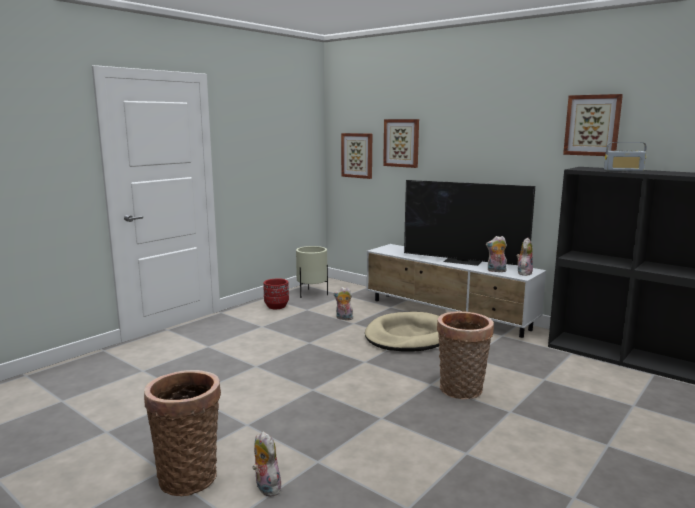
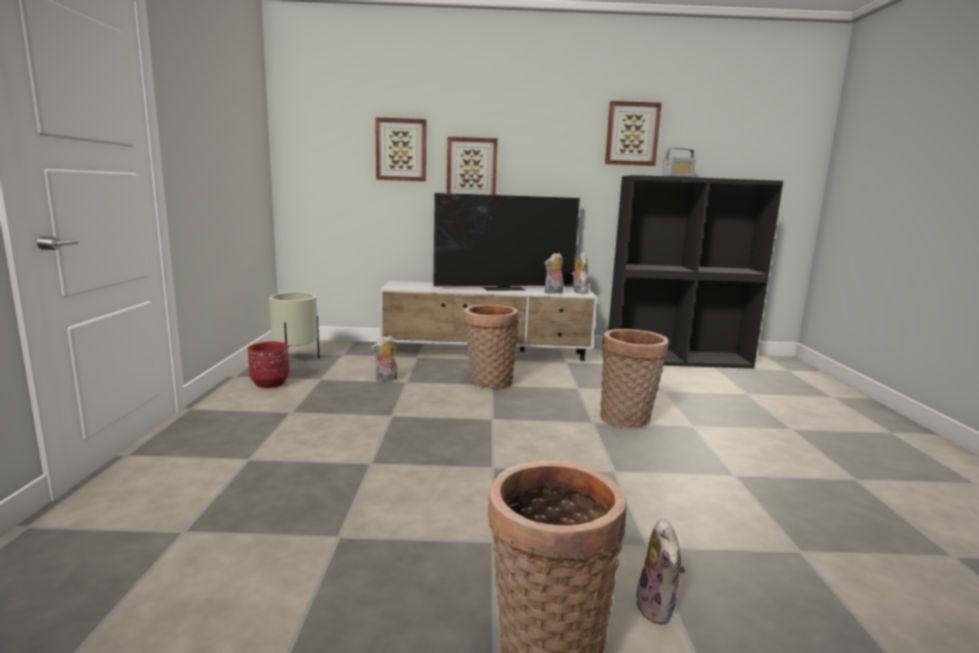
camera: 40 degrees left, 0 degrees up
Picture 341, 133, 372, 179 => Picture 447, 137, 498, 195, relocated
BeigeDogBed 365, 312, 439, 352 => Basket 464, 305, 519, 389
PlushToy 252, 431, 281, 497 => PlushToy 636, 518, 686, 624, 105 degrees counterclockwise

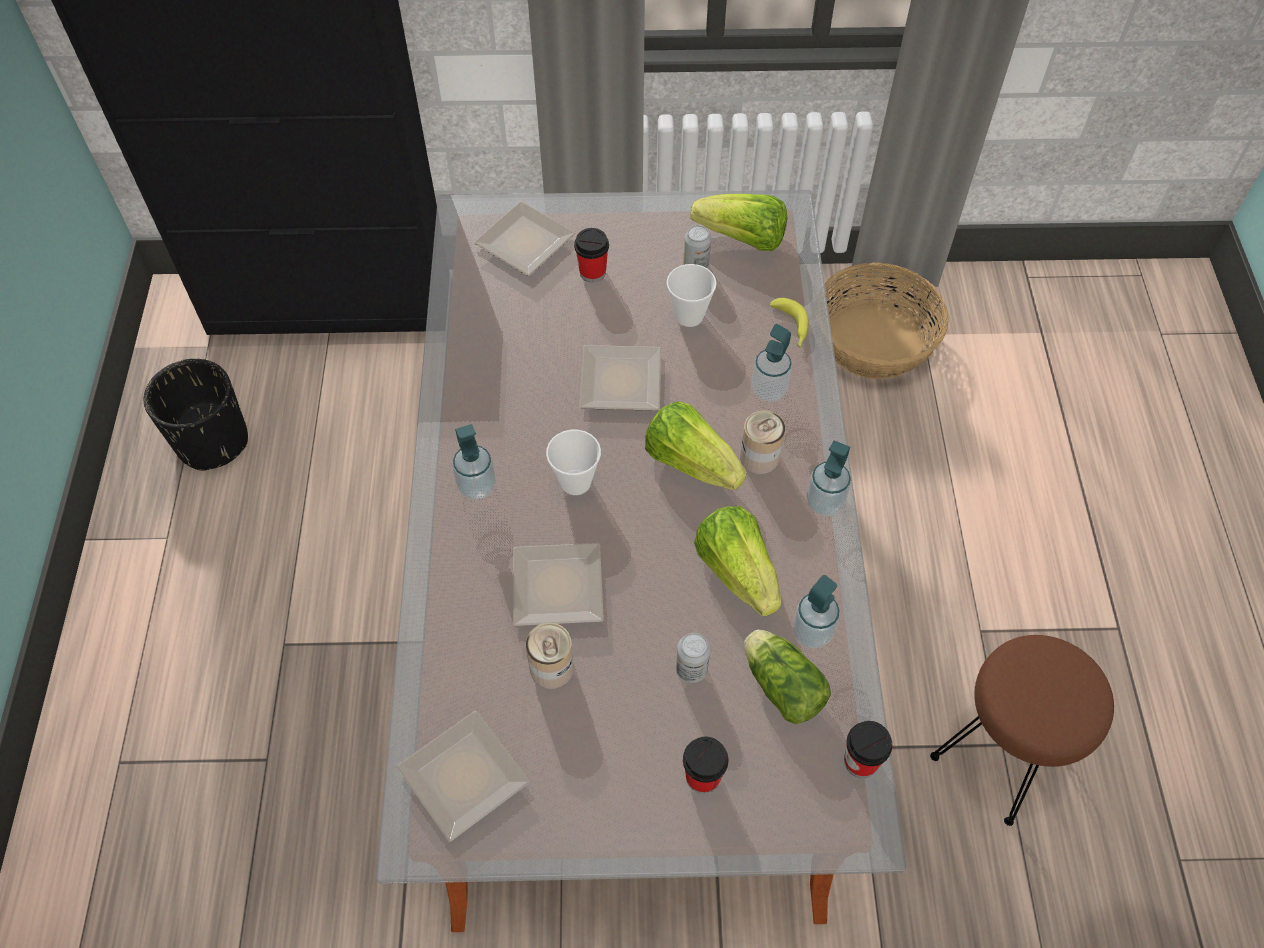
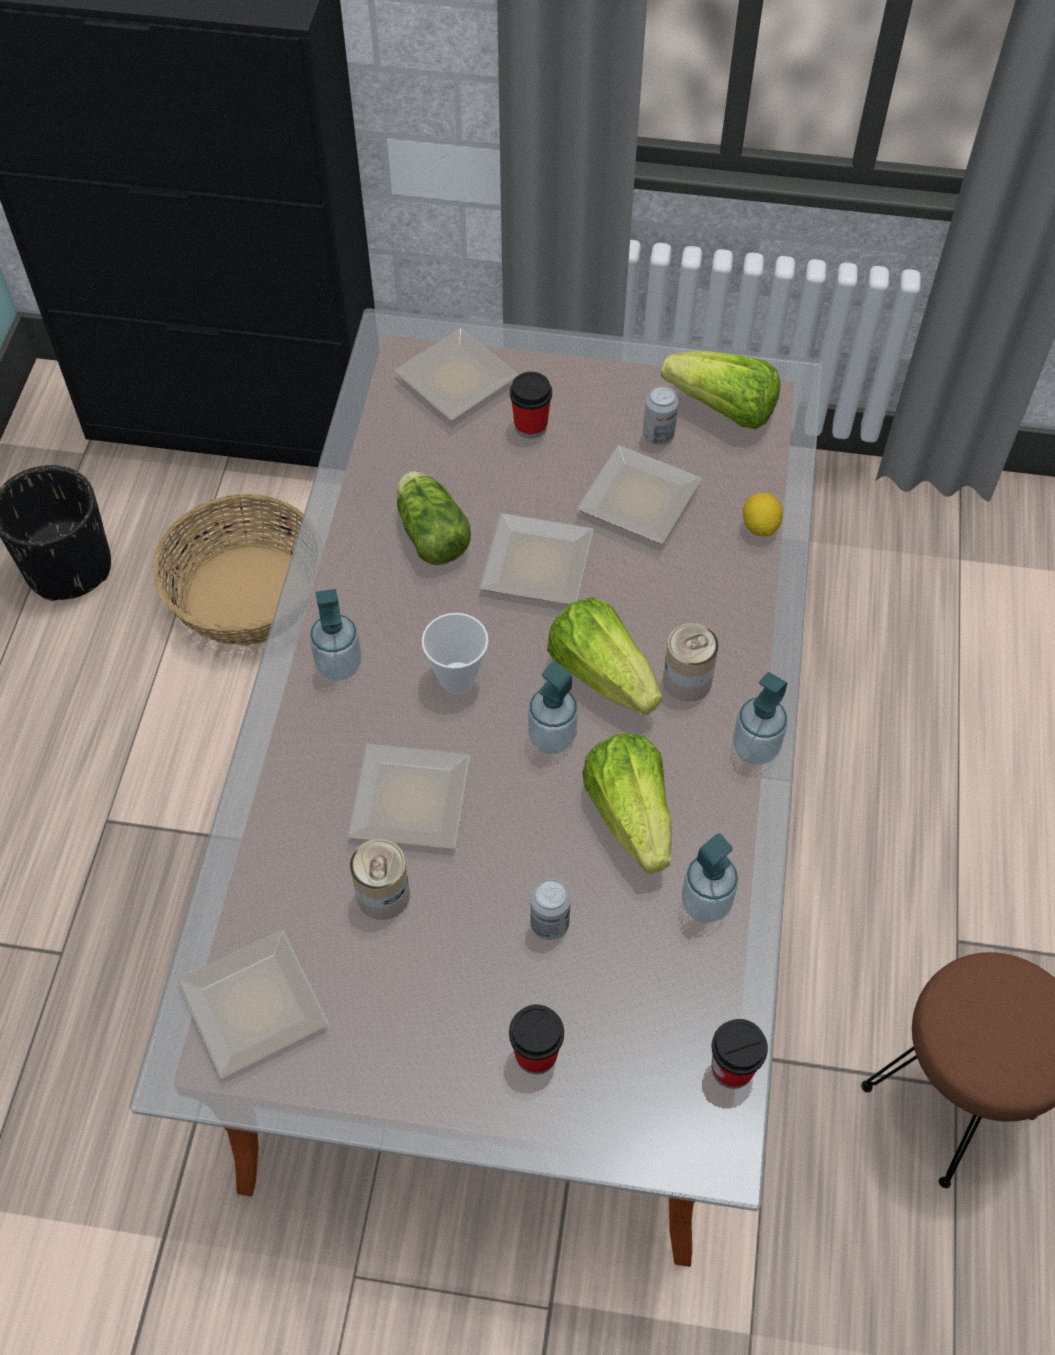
camera: 10 degrees right, 0 degrees up
Basket 825, 263, 949, 379 => Basket 153, 494, 304, 646, relocated
Cup 667, 264, 717, 327 => Plate 577, 445, 702, 544
Banana 770, 298, 809, 348 => Lemon 743, 493, 783, 536
SoapDispenser 751, 324, 792, 402 => SoapDispenser 528, 661, 578, 754, relocated
Lettuce 744, 630, 831, 724 => Lettuce 397, 471, 471, 565, relocated

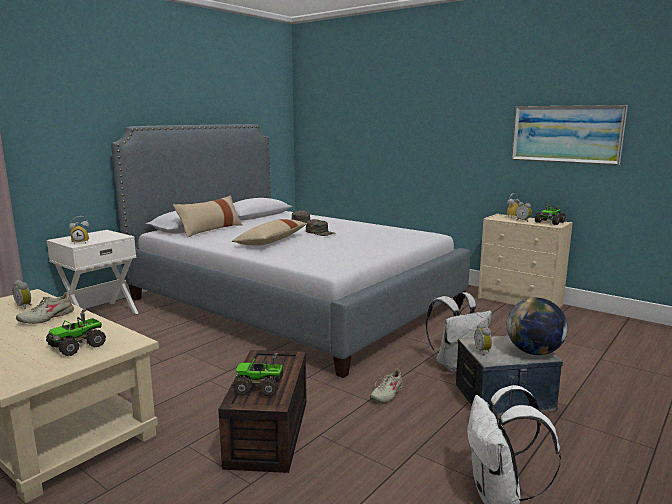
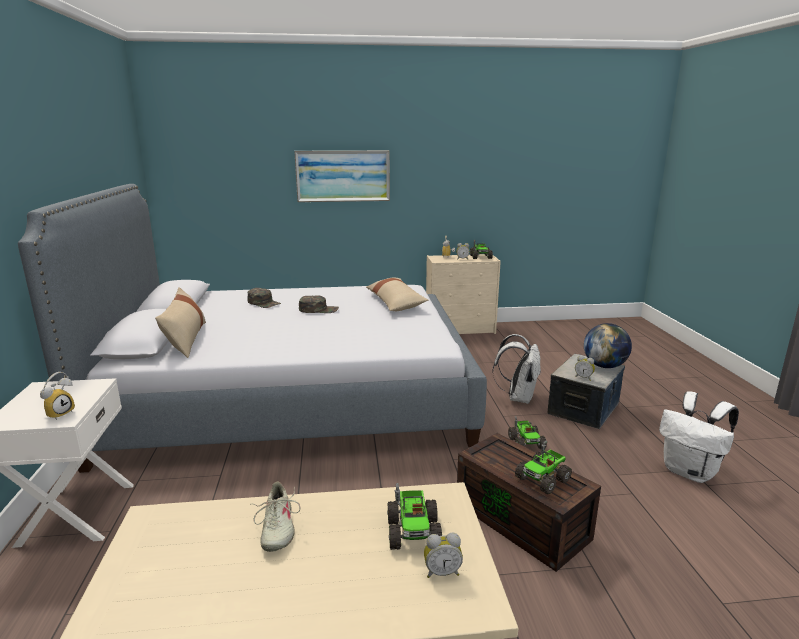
camera: 45 degrees left, 5 degrees up
Picture 511, 105, 628, 165 => Picture 294, 150, 390, 202, relocated
BeigePillow 232, 219, 308, 245 => BeigePillow 366, 278, 428, 311, relocated
AlarmClock 13, 280, 32, 309 => AlarmClock 424, 533, 463, 578, relocated
BeigeShoe 370, 369, 406, 402 => ToyTruck 508, 416, 547, 449

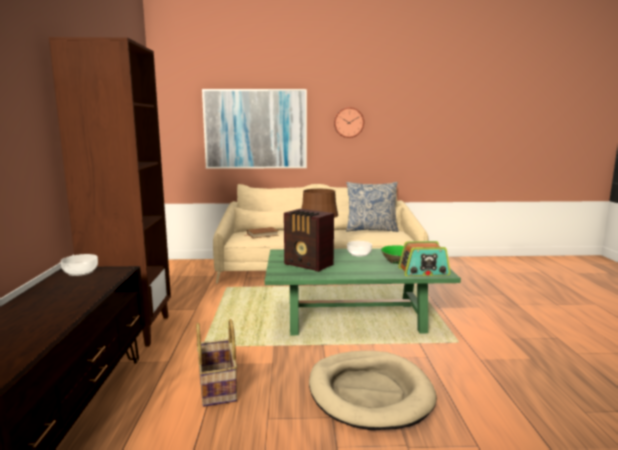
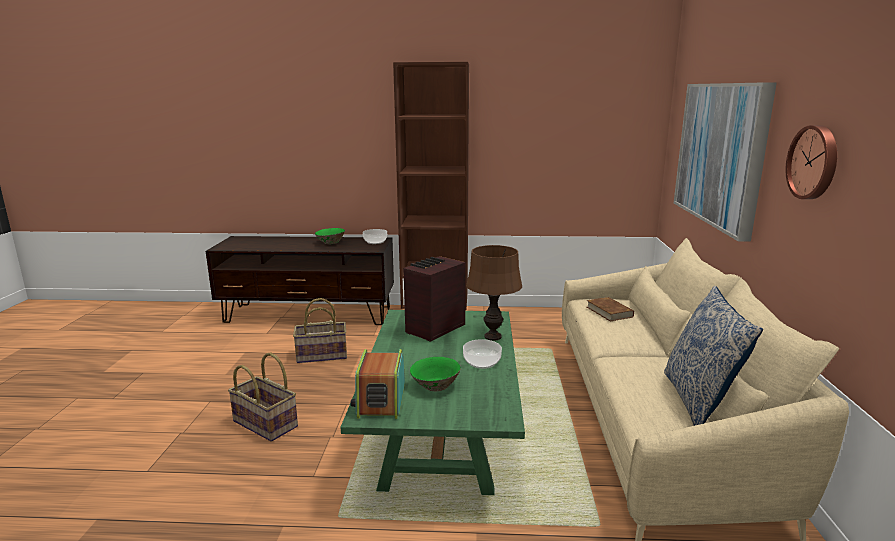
camera: 95 degrees right, 5 degrees up
BeigeDogBed 309, 351, 437, 430 => Basket 228, 353, 298, 442
nothing => GreenBowl 315, 228, 345, 244

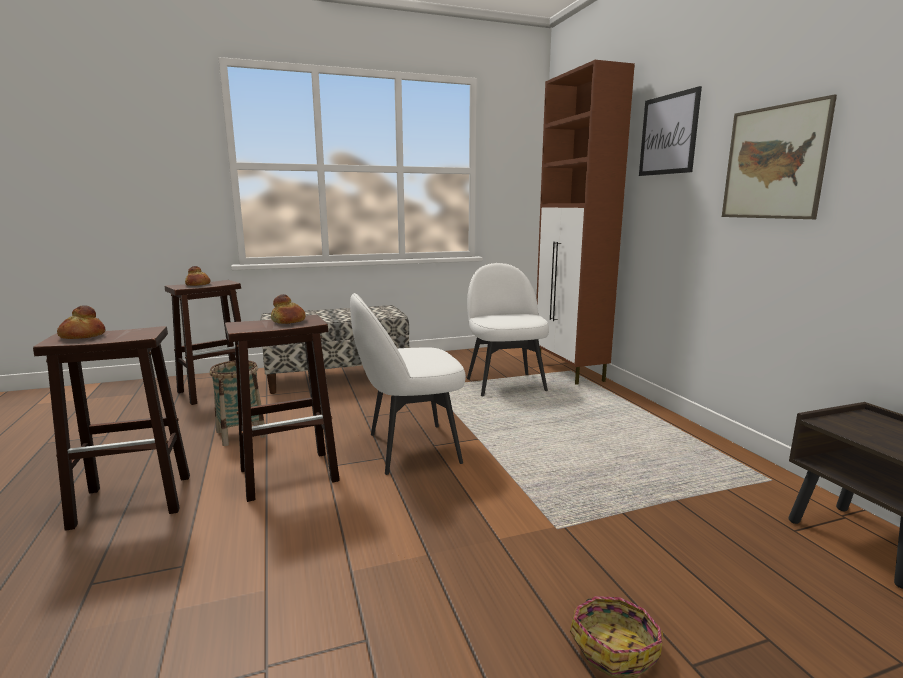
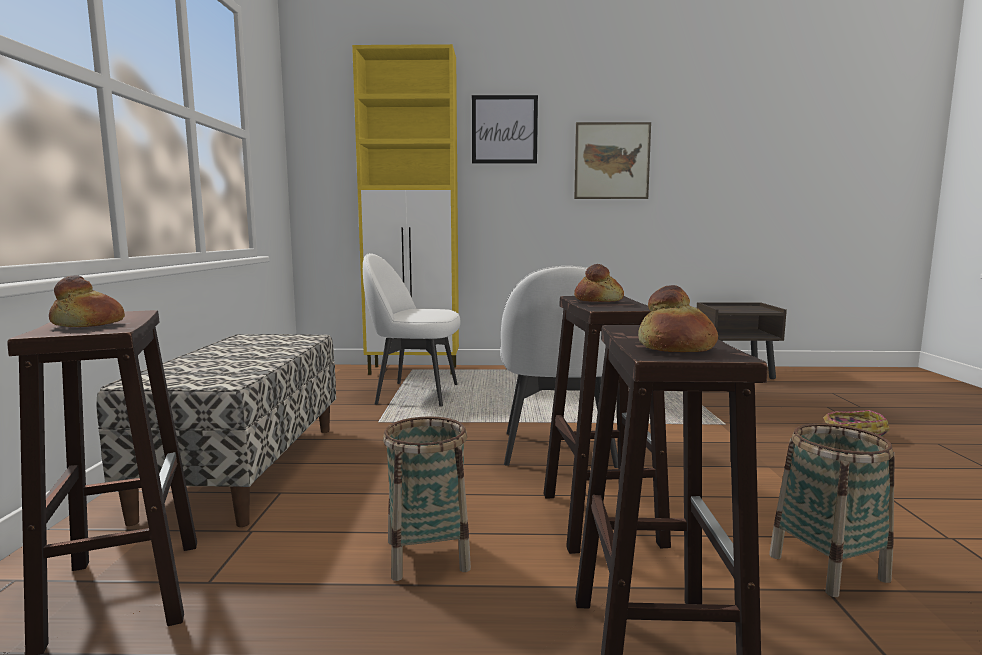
camera: 70 degrees left, 5 degrees down
BrownCabinet 536, 60, 635, 385 => YellowCabinet 352, 44, 459, 375
nothing => Basket 769, 423, 895, 597

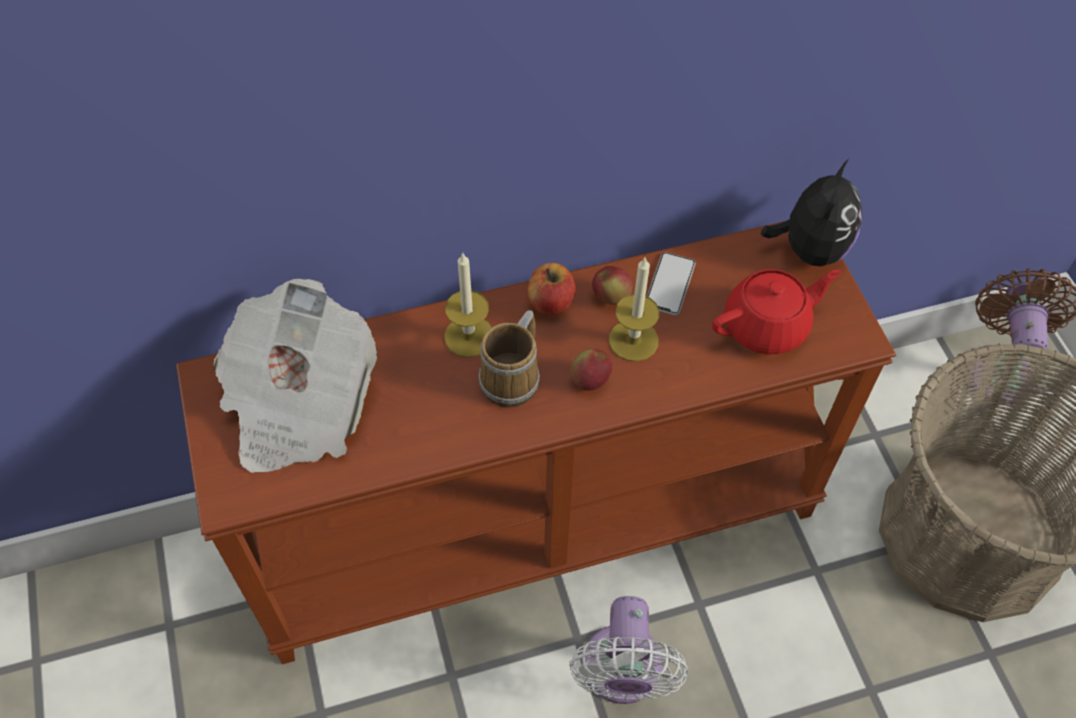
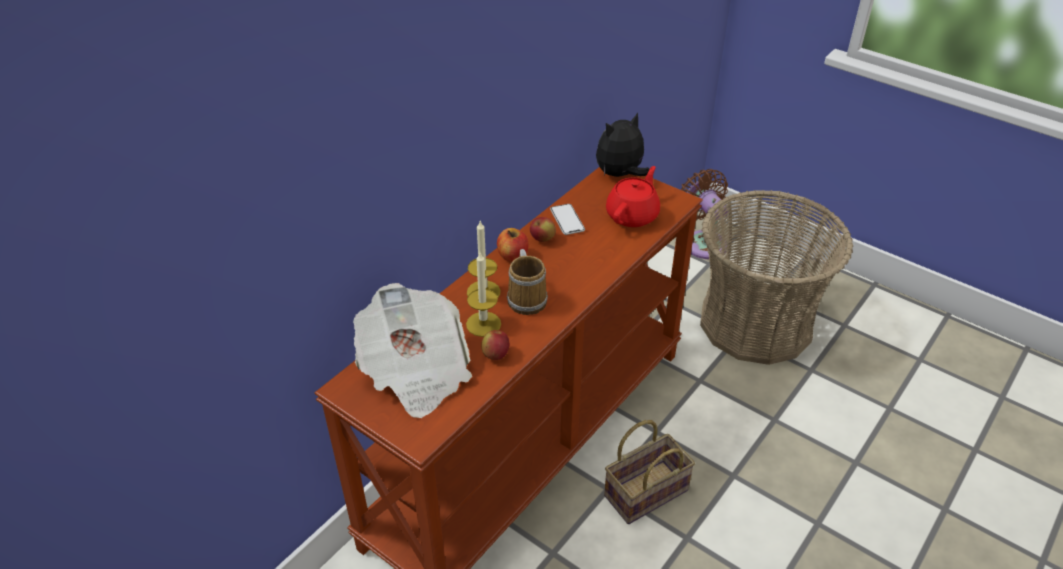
camera: 35 degrees left, 15 degrees down
PlushToy 761, 159, 862, 266 => PlushToy 596, 113, 650, 177, 105 degrees counterclockwise
Candle 609, 258, 659, 361 => Candle 466, 253, 501, 337, relocated
Apple 570, 349, 612, 390 => Apple 481, 330, 509, 360, relocated
WhiteFan 569, 596, 688, 704 => Basket 604, 420, 695, 524

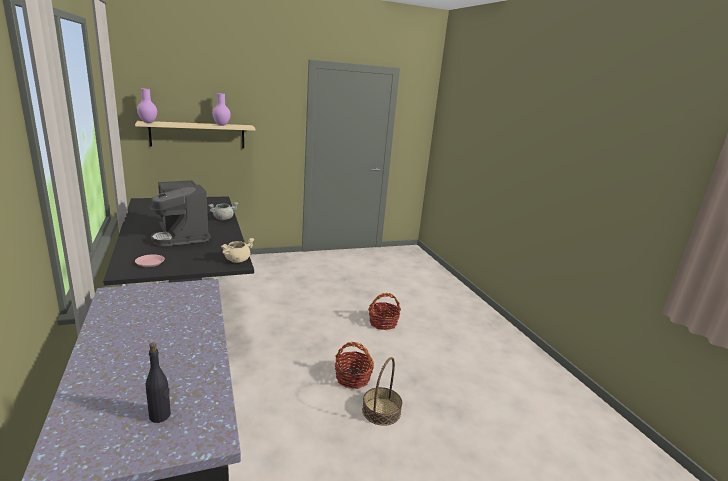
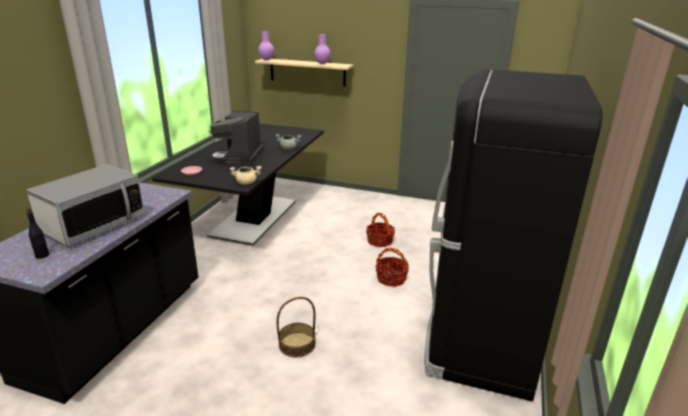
camera: 40 degrees right, 5 degrees up
Basket 335, 342, 374, 389 => Basket 366, 213, 395, 247, relocated
nothing => BlackFridge 424, 70, 603, 401
nothing => Microwave 26, 164, 145, 247

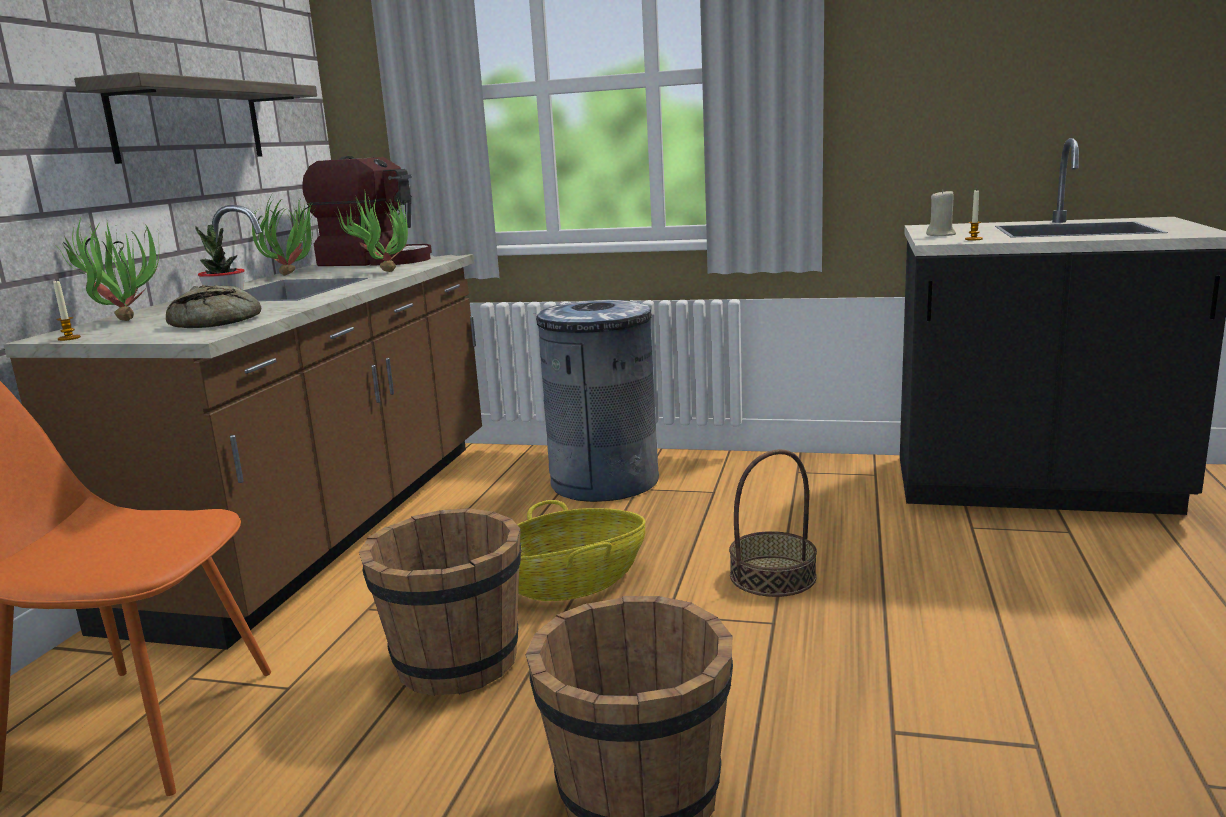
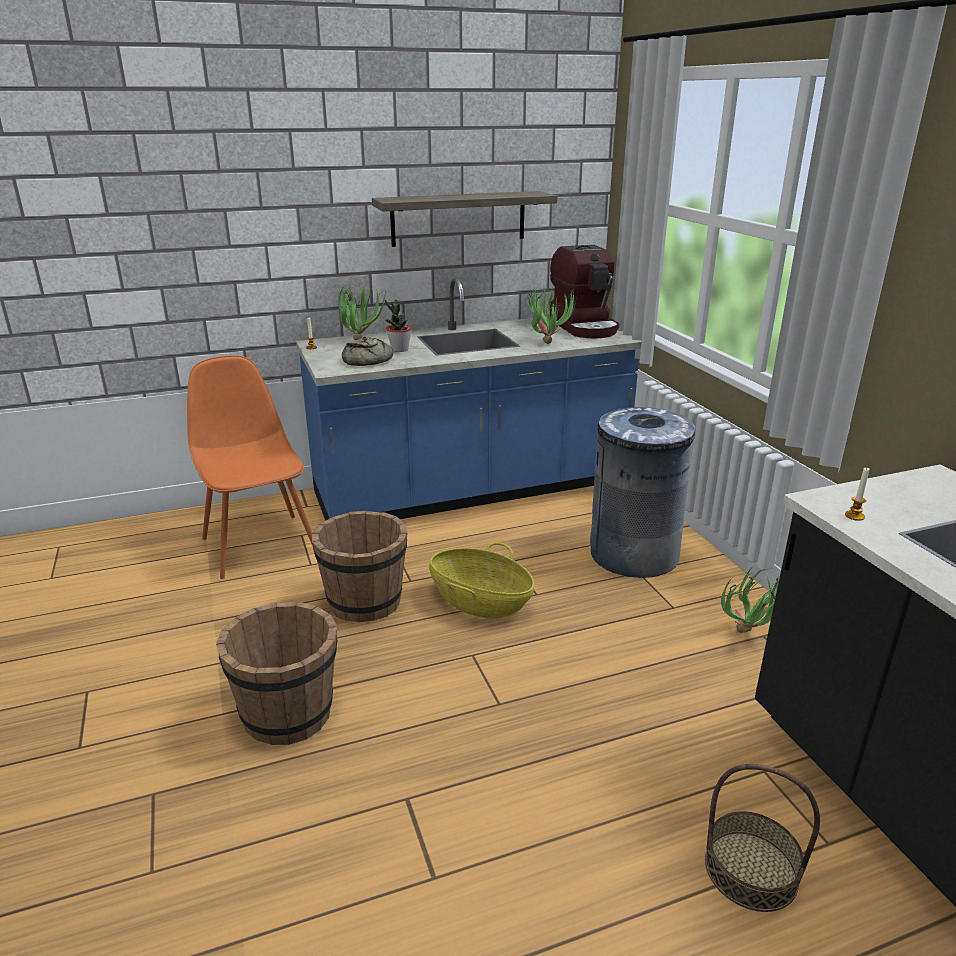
camera: 55 degrees right, 10 degrees up
BeigeCandle 926, 190, 956, 236 => nothing
PottedPlant 252, 198, 314, 276 => PottedPlant 721, 566, 779, 633, relocated
BrownCounter 3, 205, 482, 650 => BlueCounter 296, 278, 641, 521
Basket 729, 449, 817, 597 => Basket 705, 764, 820, 912, relocated

